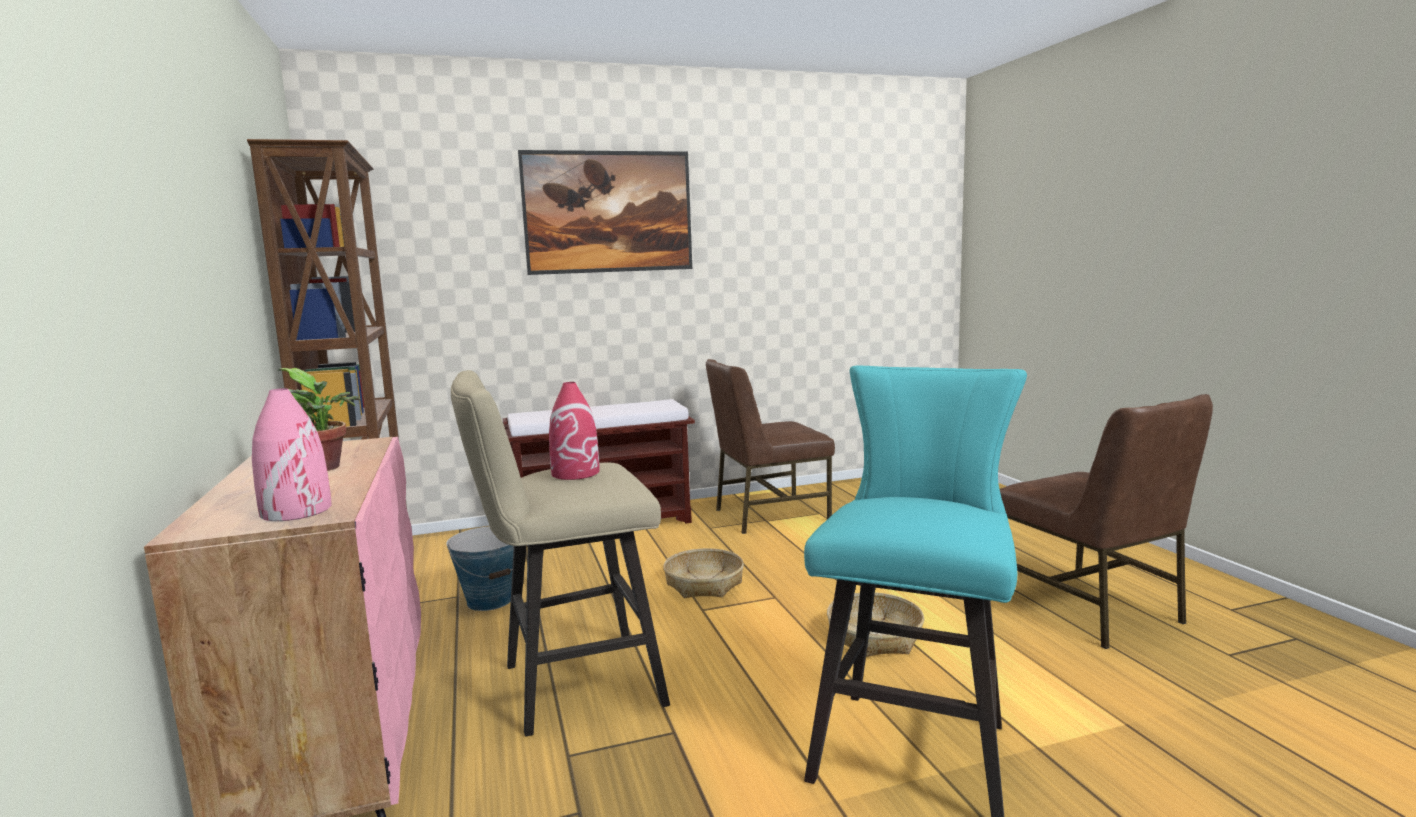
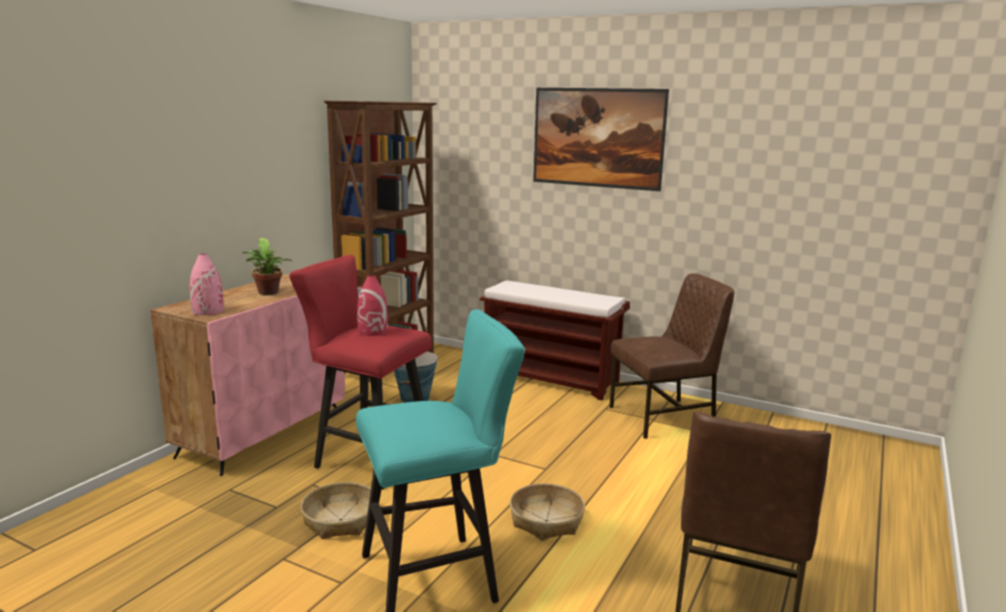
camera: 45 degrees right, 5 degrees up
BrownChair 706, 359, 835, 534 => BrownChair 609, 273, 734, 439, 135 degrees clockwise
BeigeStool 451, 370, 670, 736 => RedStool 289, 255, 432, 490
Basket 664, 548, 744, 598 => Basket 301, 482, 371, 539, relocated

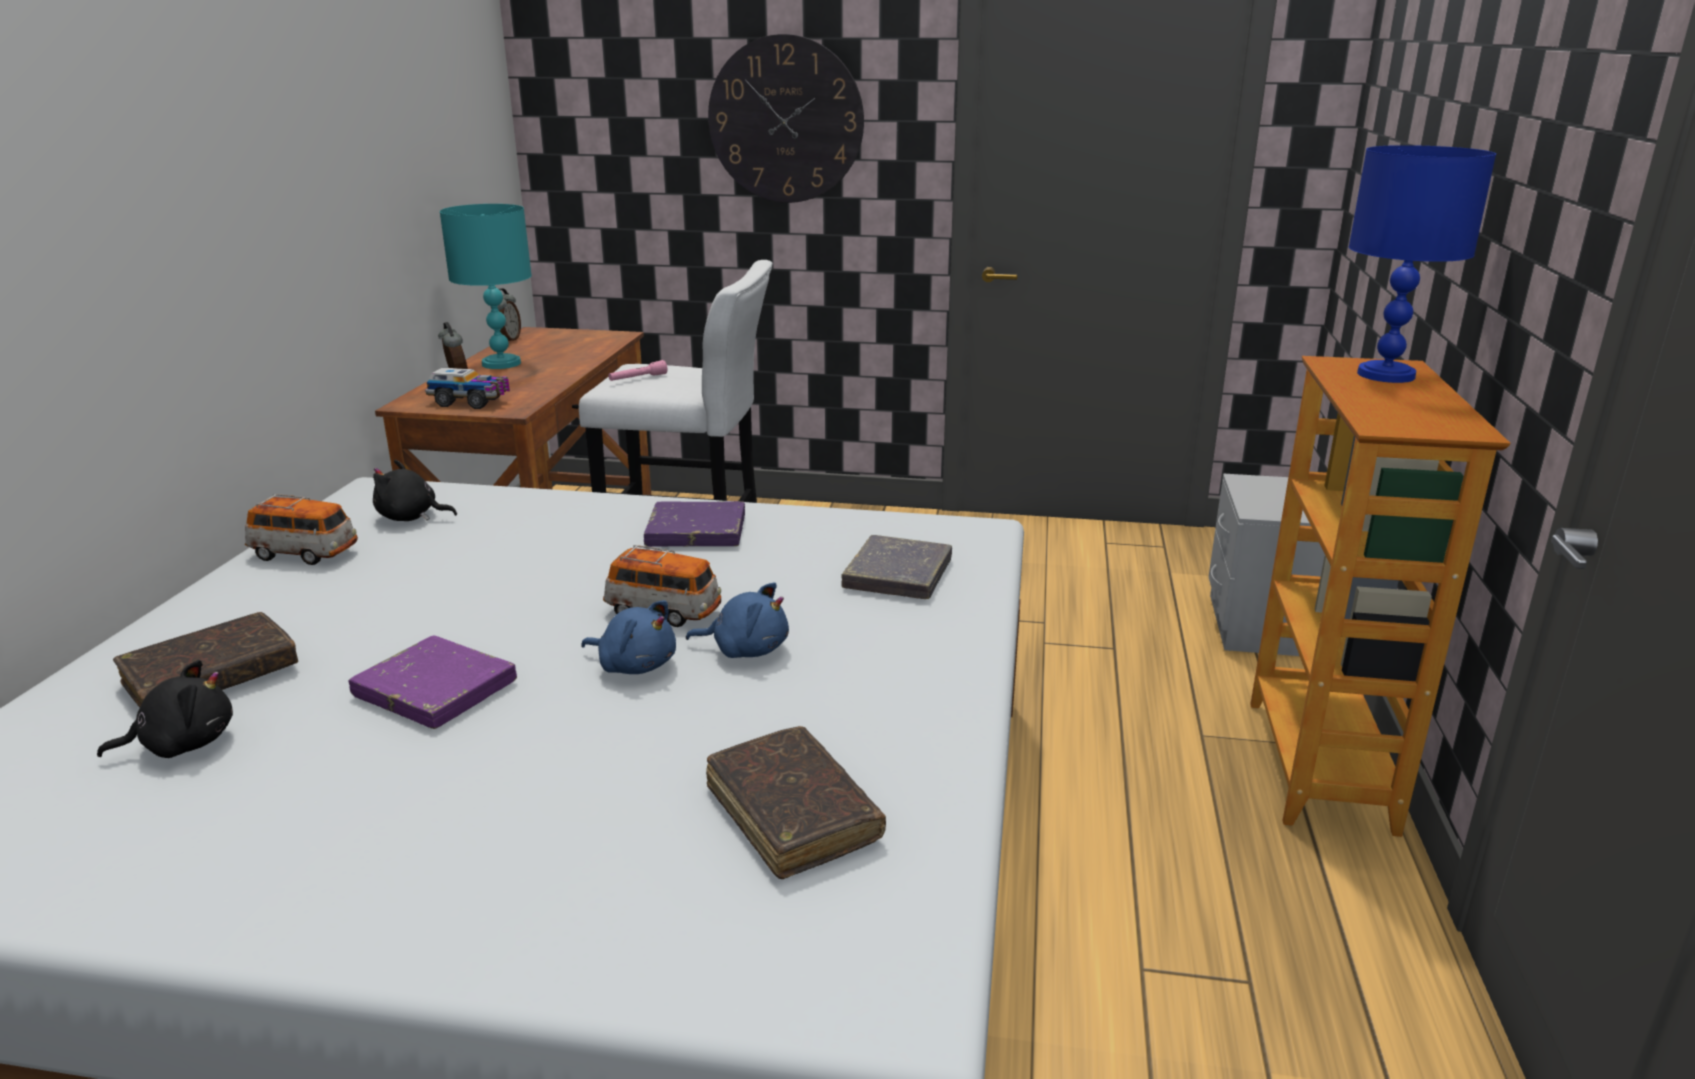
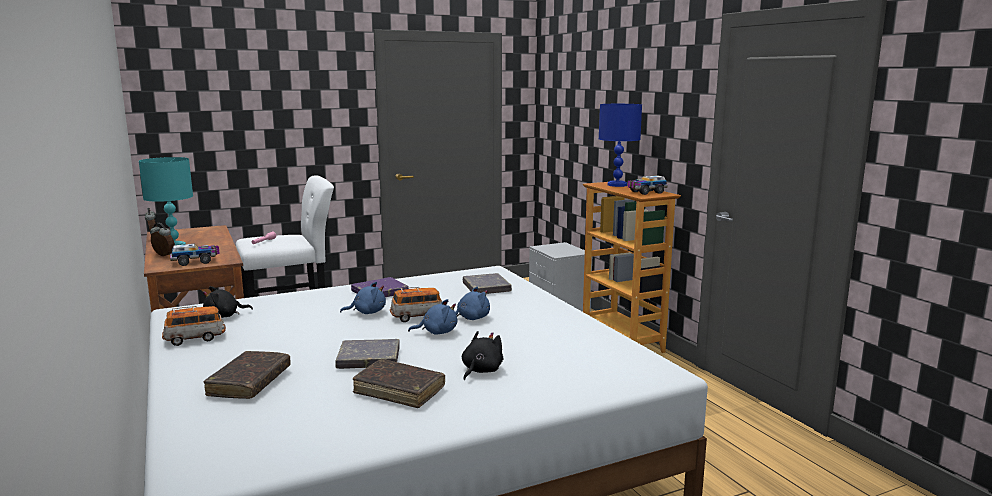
camera: 35 degrees left, 10 degrees down
WallClock 708, 34, 864, 203 => nothing
PurpleBook 349, 635, 517, 729 => GreyBook 335, 339, 400, 369
BlackPlushToy 97, 660, 233, 758 => BlackPlushToy 462, 331, 503, 380, relocated
BrownBook 706, 726, 886, 879 => BrownBook 353, 359, 445, 408, relocated
nothing => ToyTruck 627, 175, 668, 195
nothing => BluePlushToy 340, 282, 386, 314

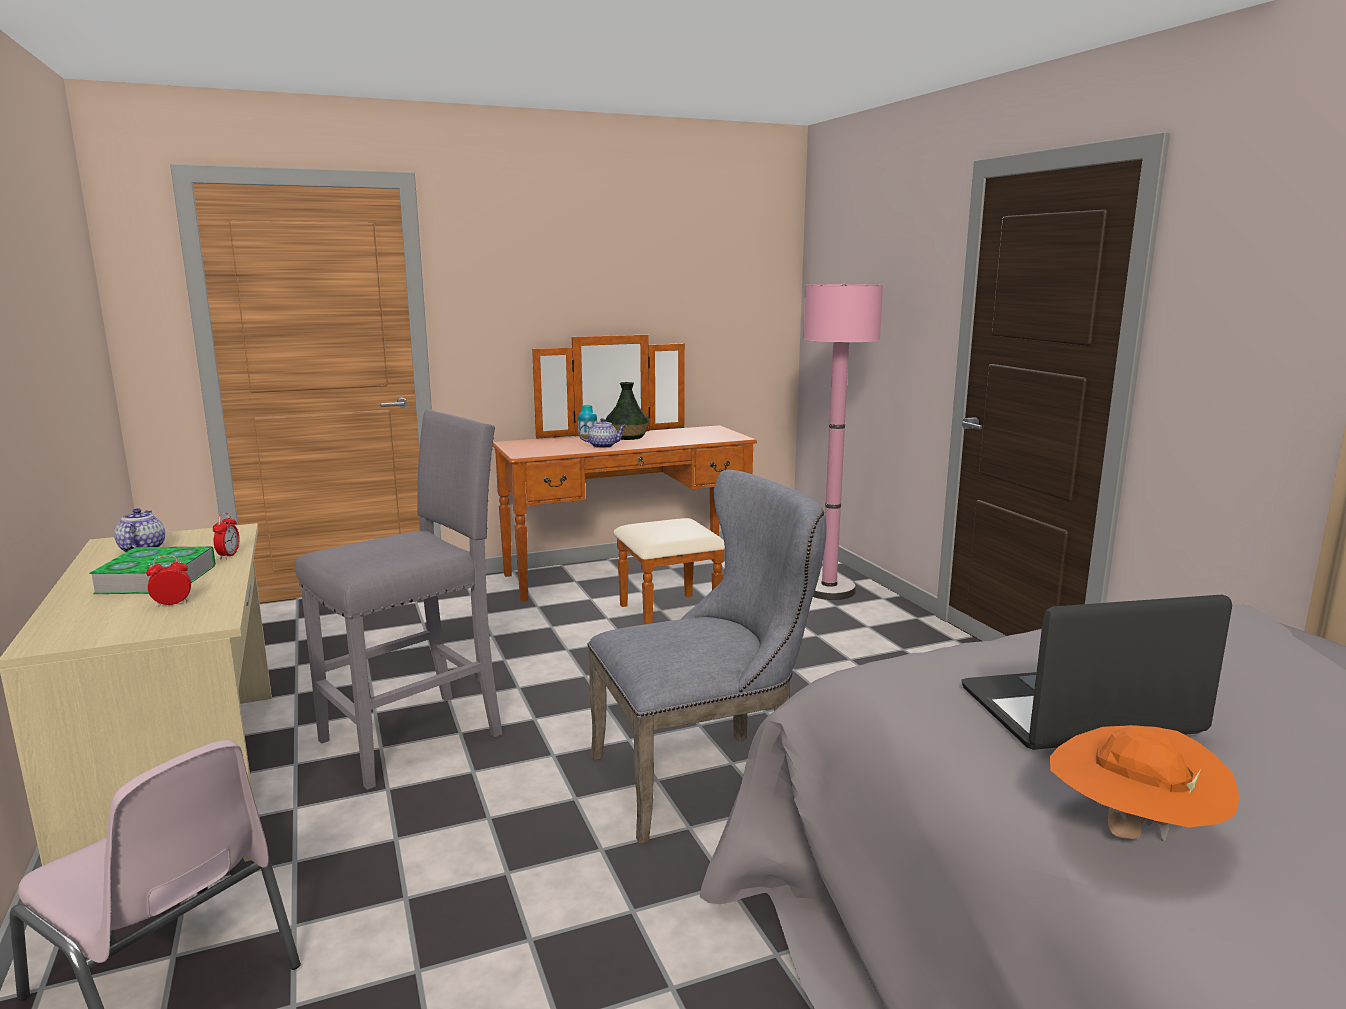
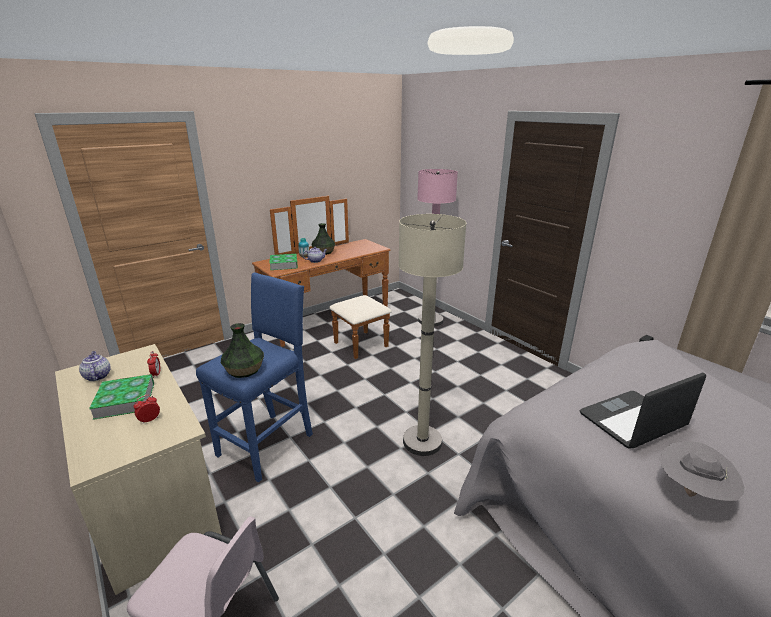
camera: 15 degrees left, 10 degrees up
GreyStool 295, 409, 503, 790 => BlueStool 196, 273, 313, 482
GreyChair 587, 470, 827, 844 => BeigeFloorLamp 399, 214, 466, 456
OrangeHat 1050, 725, 1240, 841 => GreyHat 659, 441, 745, 501
nothing => Book 269, 254, 298, 270
nothing => Vase 221, 323, 264, 378

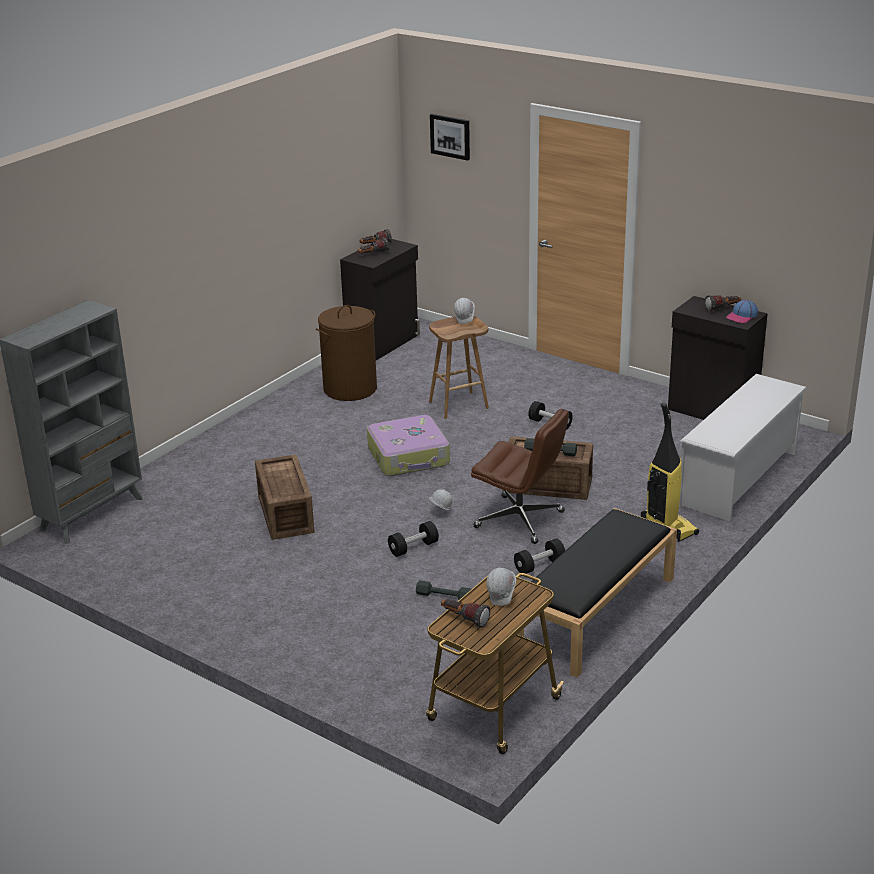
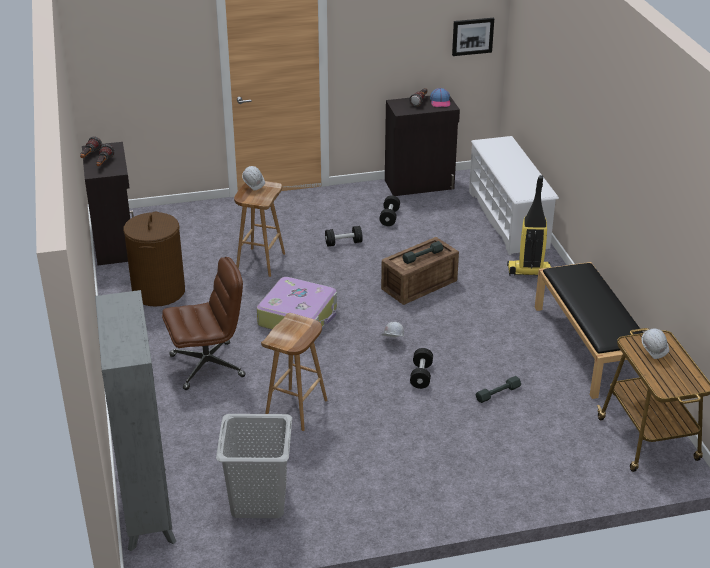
camera: 50 degrees left, 5 degrees up
Picture 430, 114, 470, 161 => Picture 452, 18, 494, 56, relocated
BrownOfficeChair 471, 409, 569, 544 => BrownOfficeChair 162, 257, 246, 390, relocated
Crate 255, 455, 314, 540 => BrownStool 261, 313, 328, 431
BlackDumbbell 514, 538, 565, 574 => BlackDumbbell 379, 195, 400, 226, relocated
Flashlight 441, 599, 490, 628 => nothing
nothing => GreyLaundryBasket 216, 414, 292, 518

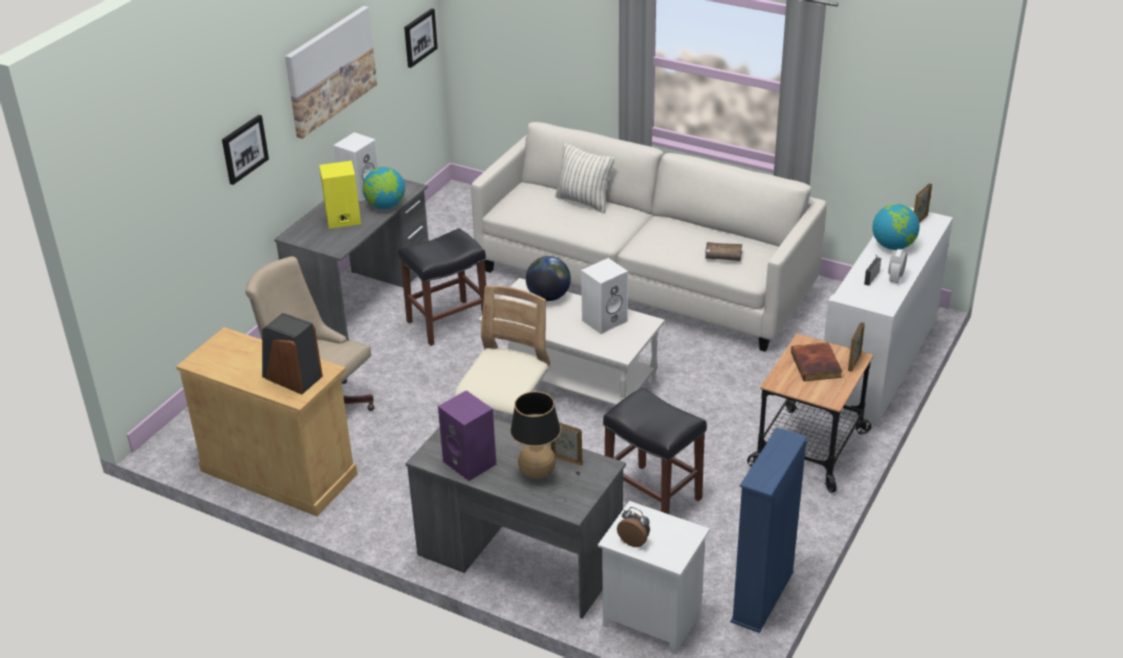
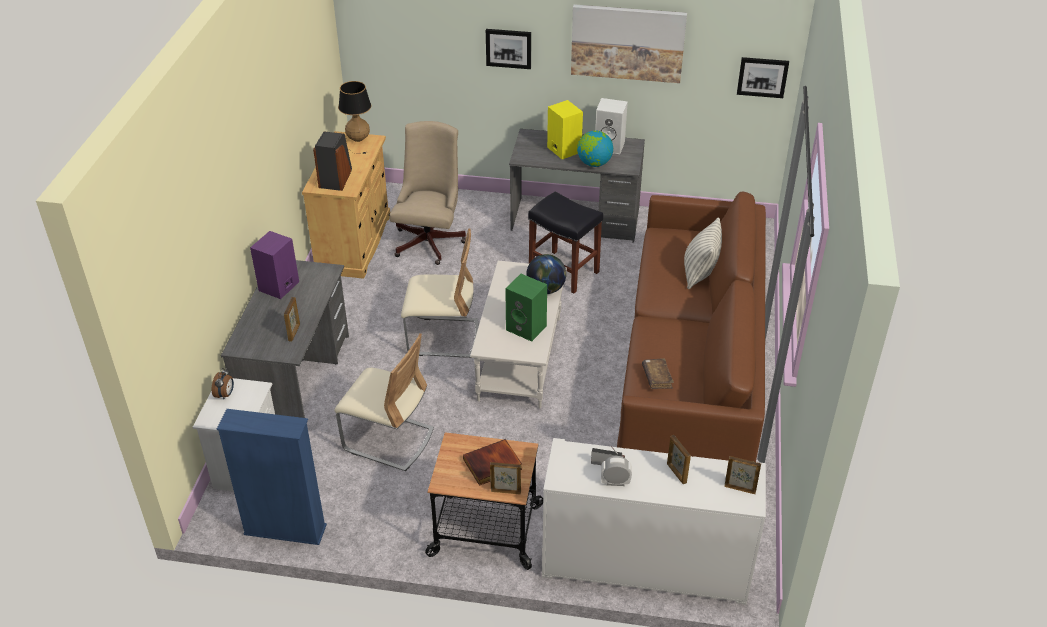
camera: 70 degrees right, 5 degrees up
WhiteSofa 471, 122, 827, 352 => BrownSofa 617, 192, 766, 462
Globe 873, 204, 920, 250 => PictureFrame 667, 435, 691, 484
WhiteSpeaker 581, 258, 628, 334 => GreenSpeaker 505, 274, 547, 342
BlackStool 603, 387, 707, 514 => BeigeChair 334, 333, 434, 471
TableLamp 510, 391, 580, 503 => TableLamp 338, 81, 372, 154, relocated

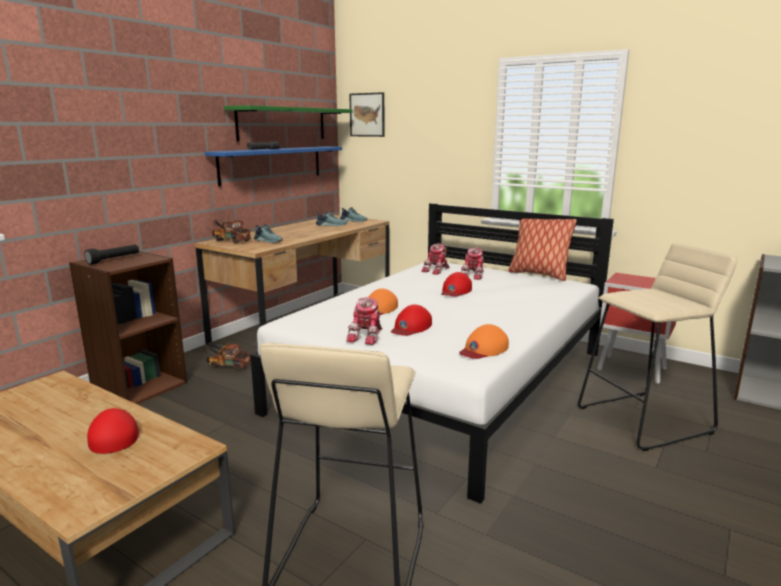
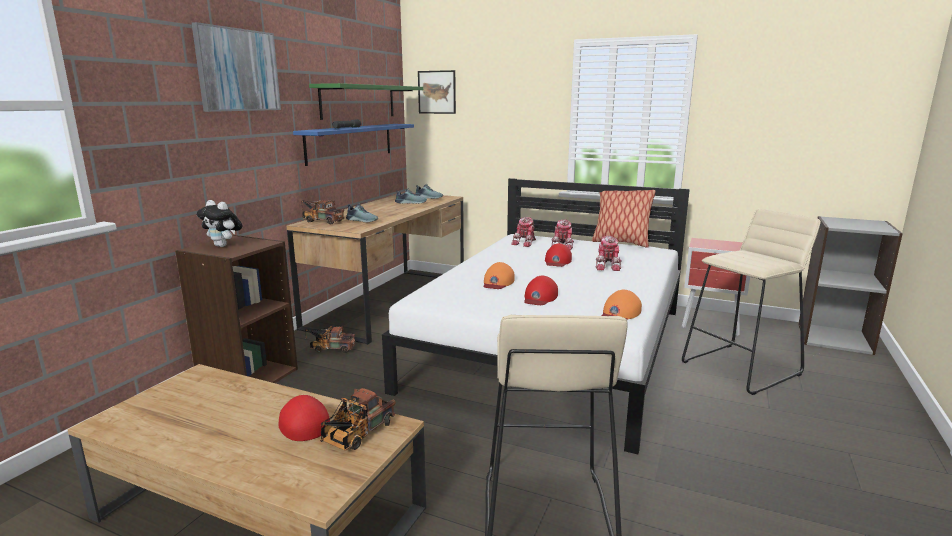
camera: 10 degrees left, 0 degrees up
BlackFlashlight 84, 244, 139, 265 => PlushToy 196, 200, 243, 247
ToyRobot 346, 297, 382, 345 => ToyRobot 595, 236, 622, 271, relocated
nothing => Picture 192, 22, 281, 112
nothing => ToyTruck 320, 388, 396, 450

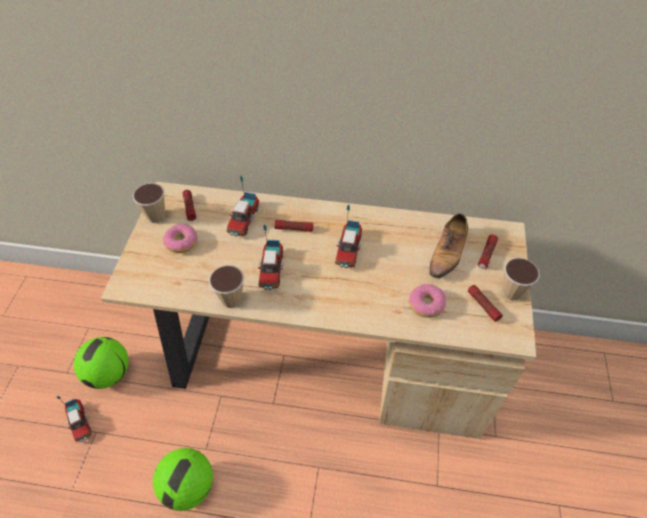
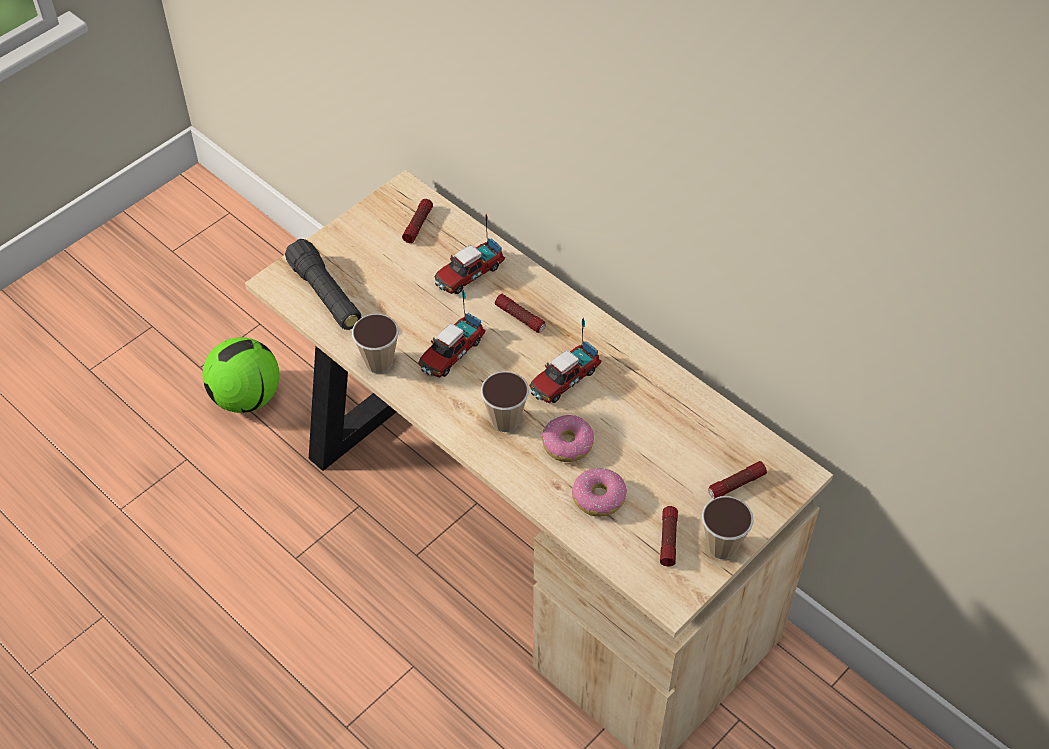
camera: 35 degrees right, 0 degrees up
Cup 133, 183, 165, 223 => Cup 481, 371, 529, 432, relocated
Shoe 429, 214, 468, 279 => nothing
Donut 163, 224, 197, 253 => Donut 542, 415, 594, 462, relocated
ToyTruck 57, 396, 92, 442 => nothing
Football 153, 448, 213, 511 => nothing
nothing => BlackFlashlight 285, 239, 361, 330

